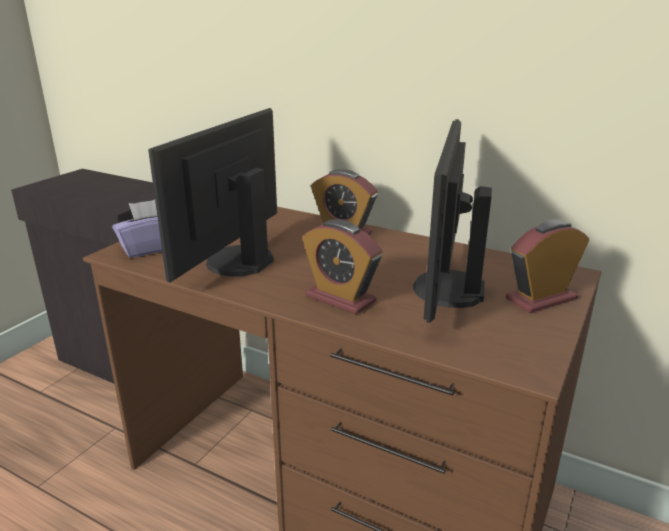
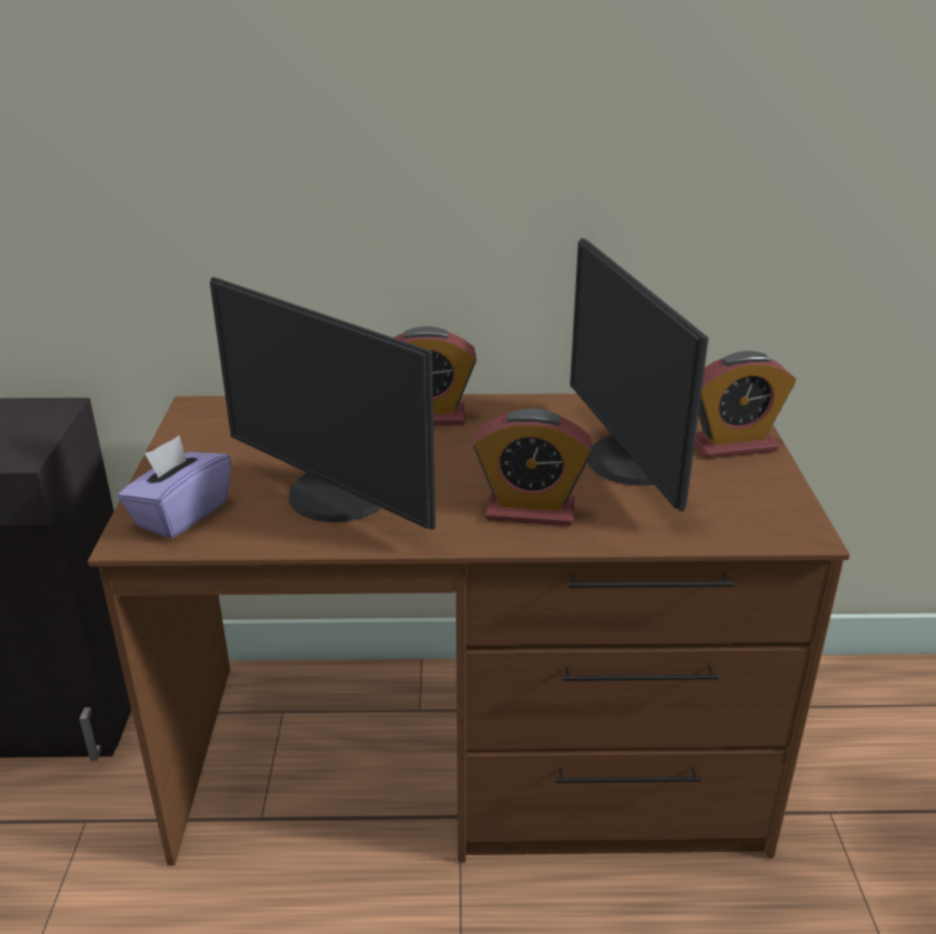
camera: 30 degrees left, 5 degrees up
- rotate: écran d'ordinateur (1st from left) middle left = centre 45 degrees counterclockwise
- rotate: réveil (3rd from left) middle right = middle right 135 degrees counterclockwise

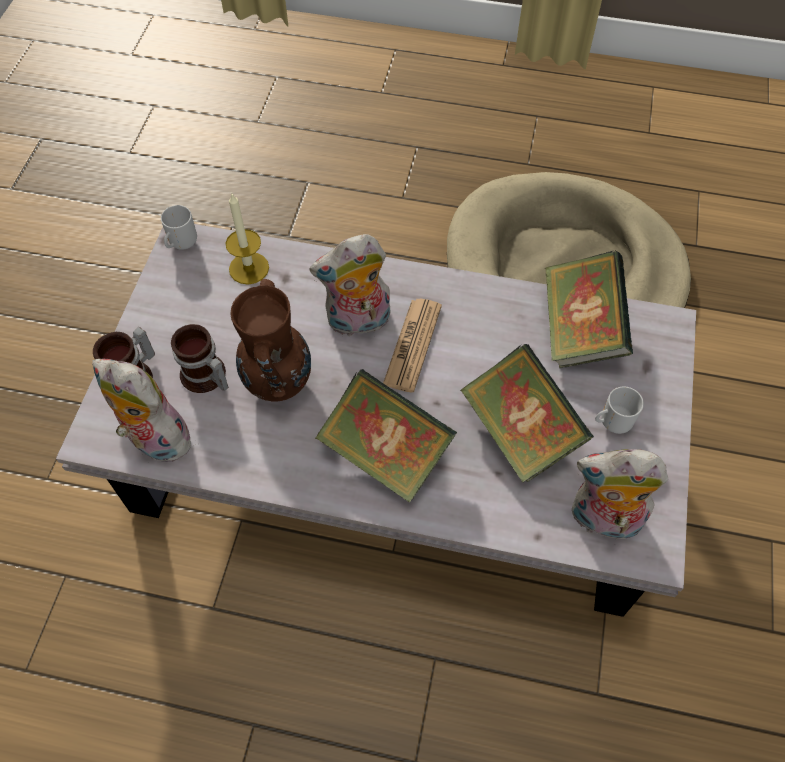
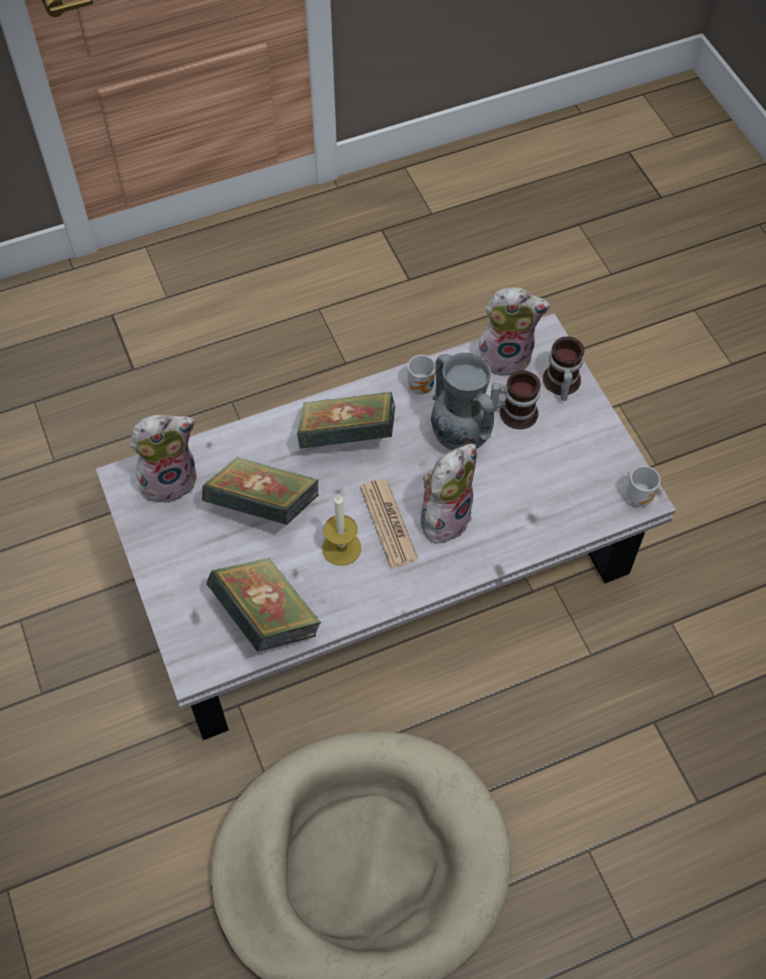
camera: 145 degrees right, 0 degrees up
- move: bougie top left to centre
- recolor: vase (marron) centre to vase (gris) centre
- move: mug (4th from left in the first image) middle right to mug (1st from left) centre

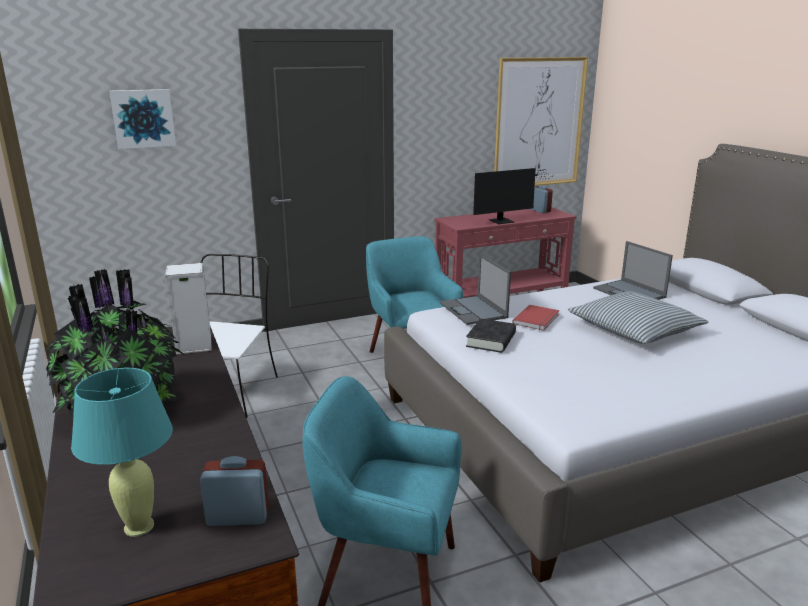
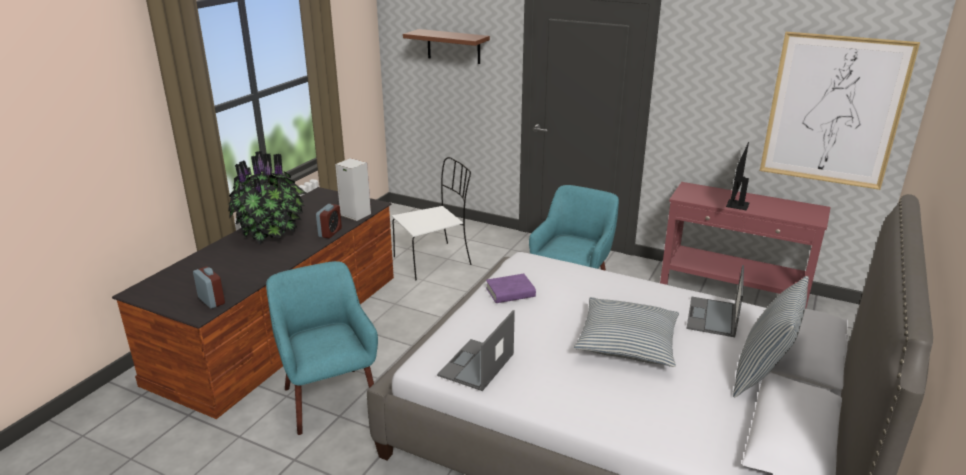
camera: 50 degrees right, 5 degrees up
- replace: tableau (1st from left) top left to étagère (marron) top centre
- rotate: écran d'ordinateur top centre = middle right 90 degrees clockwise
- move: réveil (2nd from left) top right to centre
- move: ordinateur portable (1st from left) centre to bottom centre
- delete: livre (rouge) centre
- recolor: livre (noir) centre to livre (violet) centre
- delete: lampe de table (turquoise) bottom left
- insert: coussin (2nd from left) bottom right

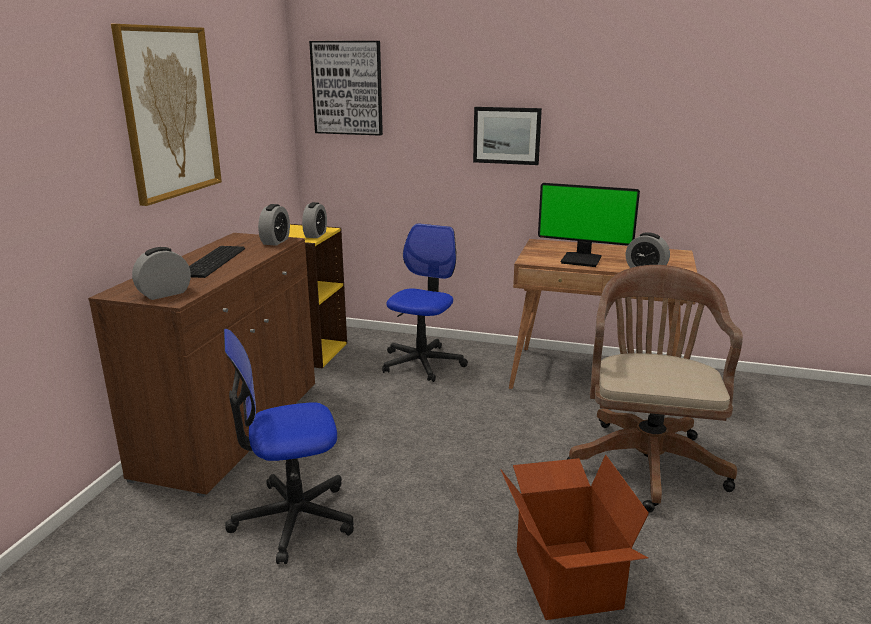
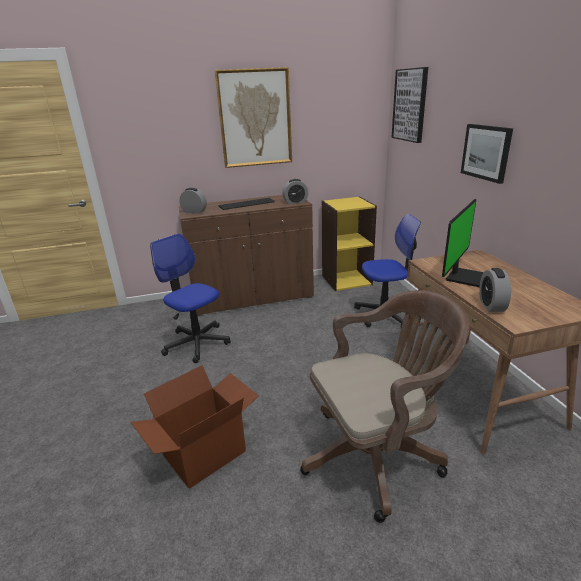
camera: 60 degrees right, 5 degrees up
- rotate: écran d'ordinateur middle right = middle right 135 degrees counterclockwise
- delete: réveil (3rd from left) centre

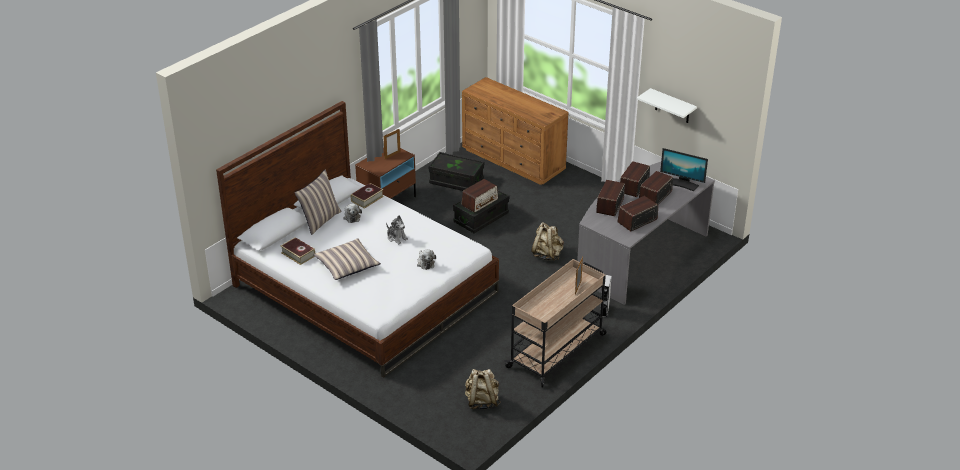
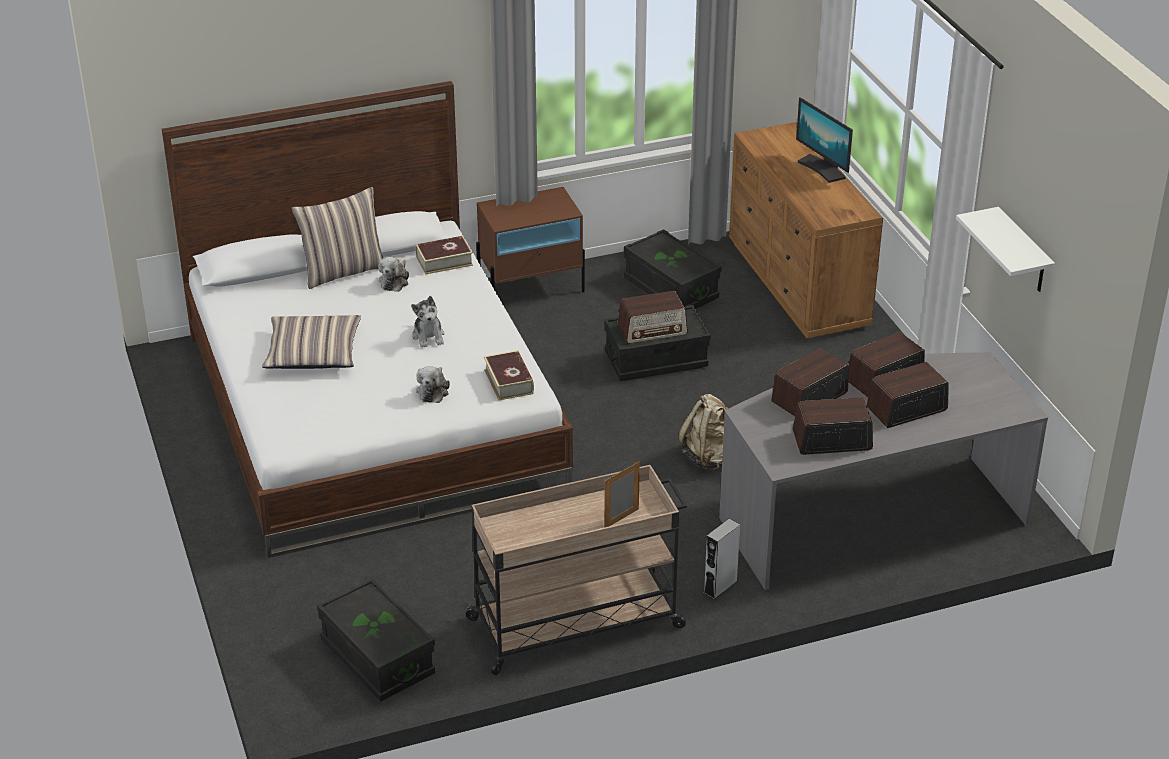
camera: 30 degrees right, 0 degrees up
- delete: cadre photo (1st from left) top centre
- move: écran d'ordinateur middle right to top right
- move: livre (1st from left in the first image) middle left to livre (2nd from left) centre
- replace: sac à dos (beige) (1st from left) bottom centre to boîte de rangement (noir) (1st from left) bottom left

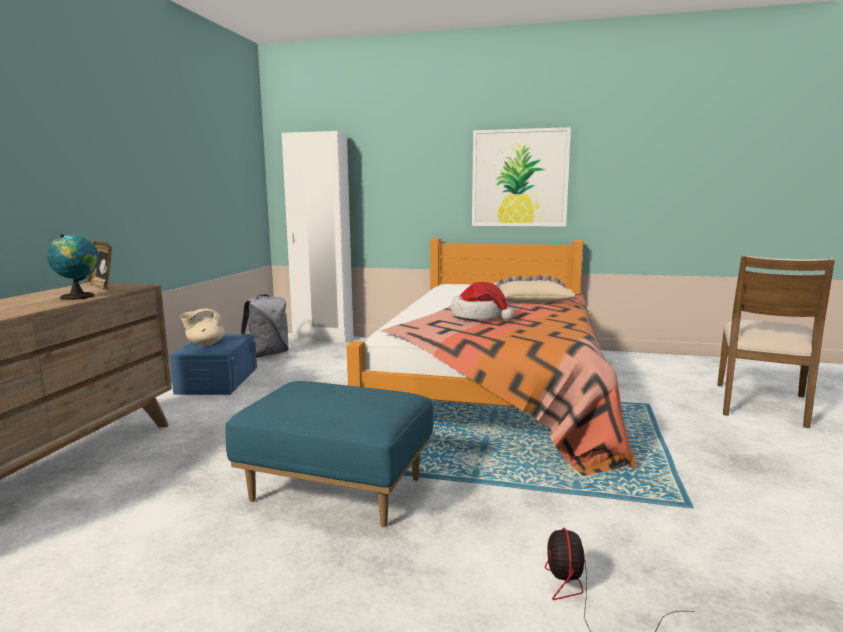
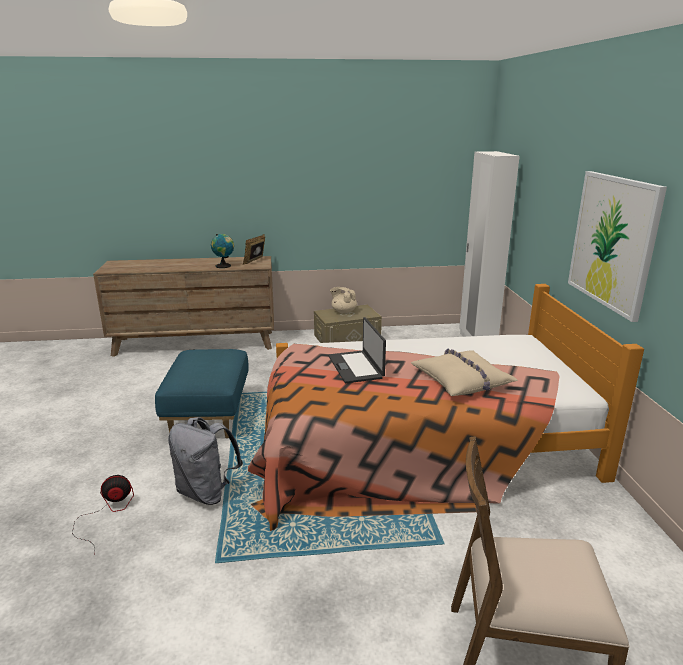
camera: 70 degrees right, 10 degrees up
- replace: chapeau centre to ordinateur portable centre
- move: sac à dos (gris) middle left to bottom left
- recolor: boîte de rangement (bleu) middle left to boîte de rangement (beige) centre

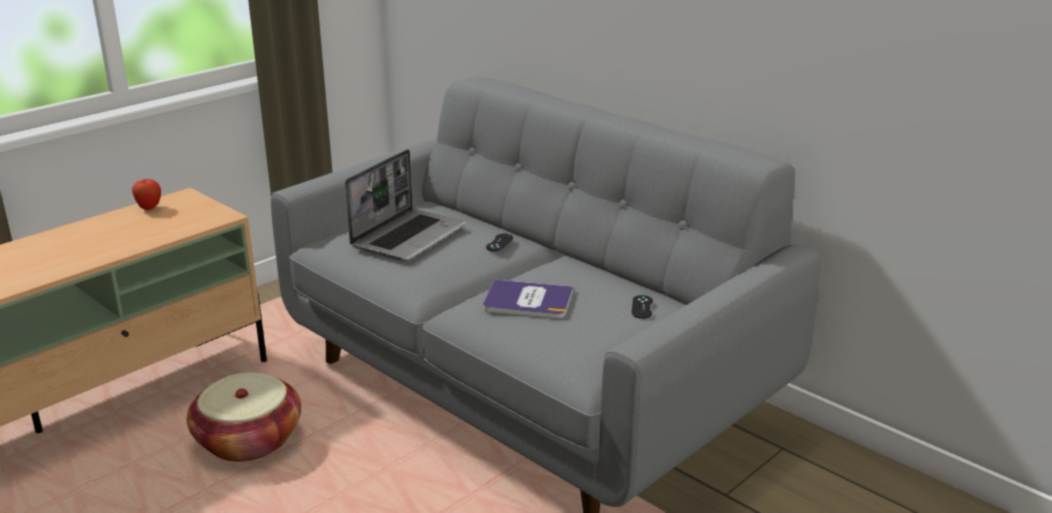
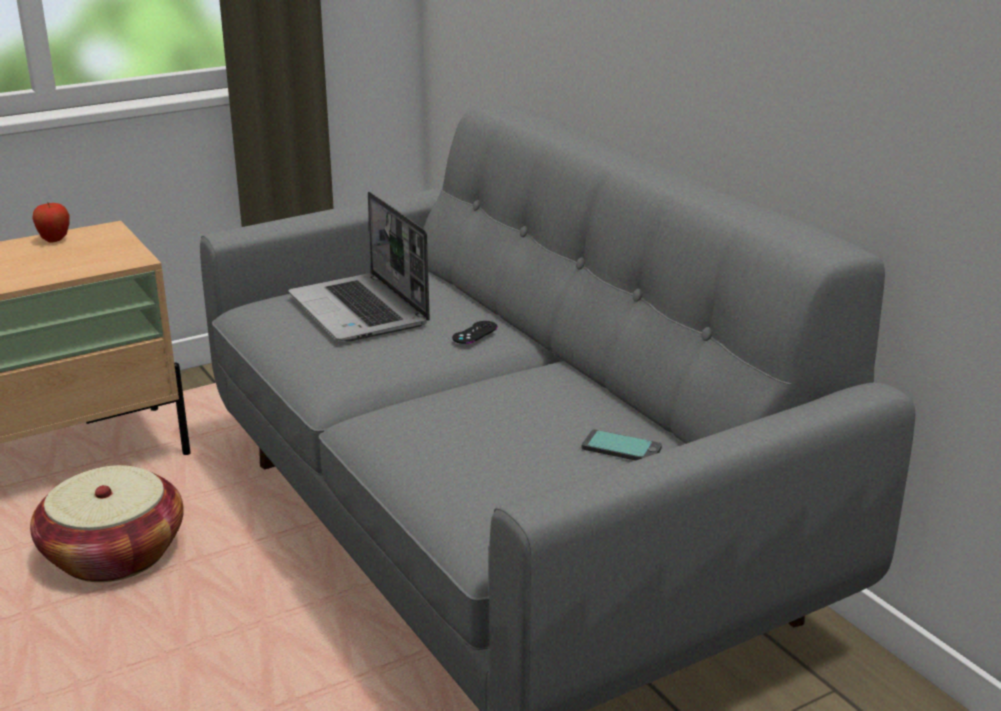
camera: 15 degrees right, 0 degrees up
- rotate: ordinateur portable centre = centre 105 degrees clockwise
- delete: livre centre
- replace: manette (noir) (2nd from left) centre to téléphone centre

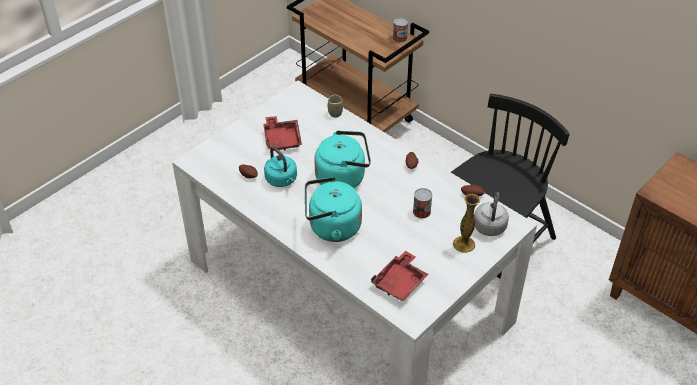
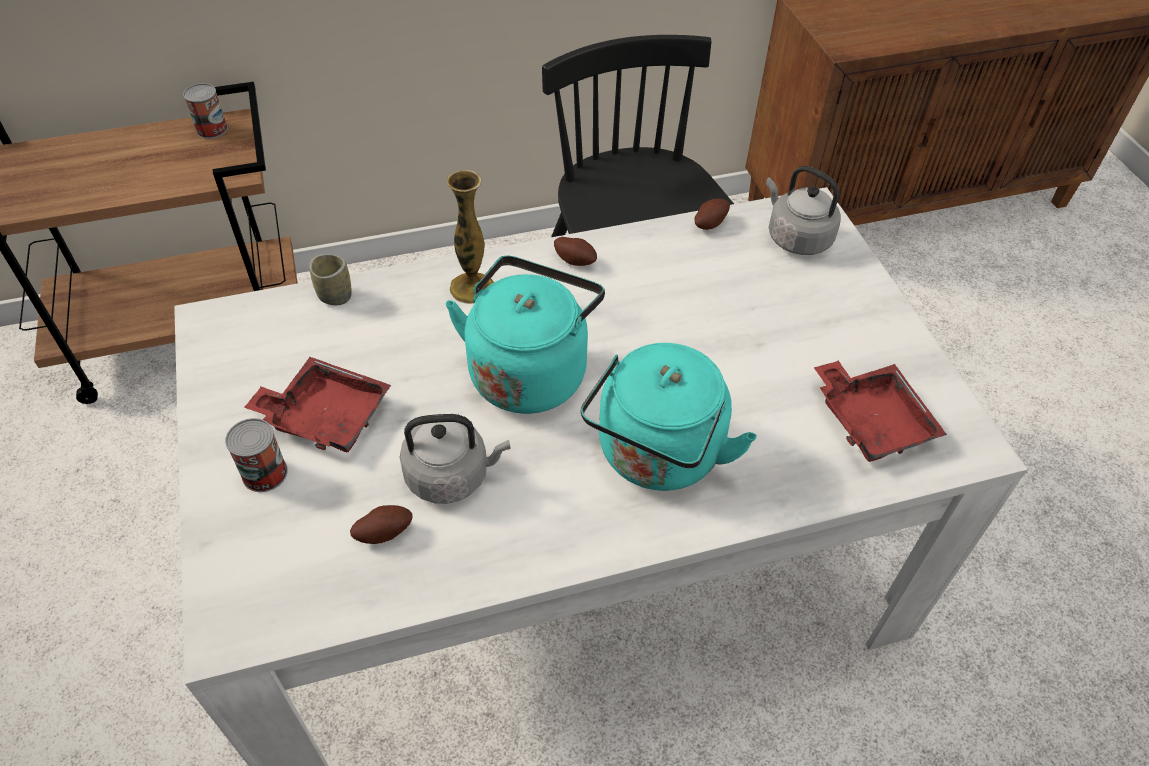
camera: 60 degrees left, 5 degrees up
- recolor: bouilloire (turquoise) (1st from left) centre to bouilloire (gris) (1st from left) centre
- move: boîte métallique (2nd from left) centre to middle left
- move: vase middle right to top centre

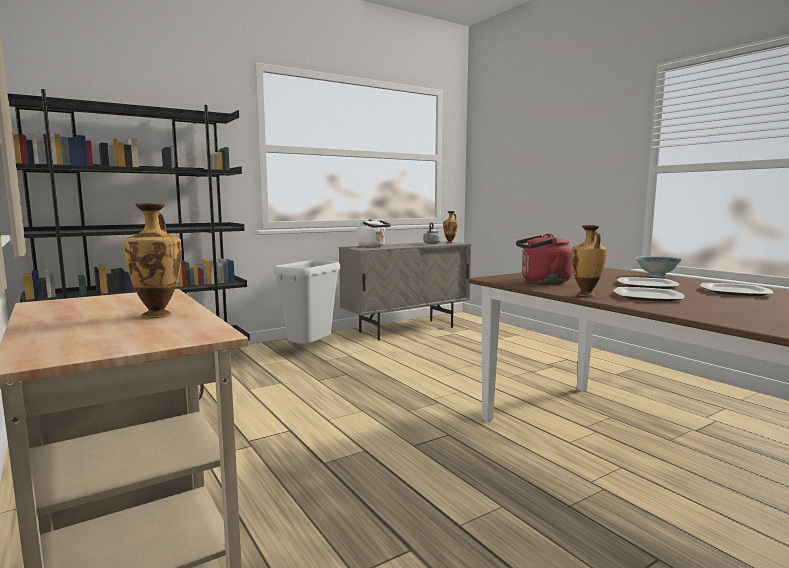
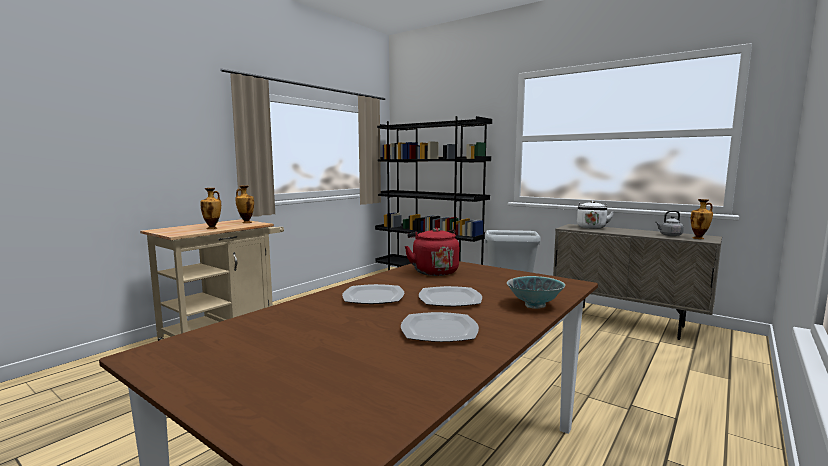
camera: 70 degrees right, 0 degrees up
- move: vase (3rd from left in the first image) middle right to vase (2nd from left) middle left

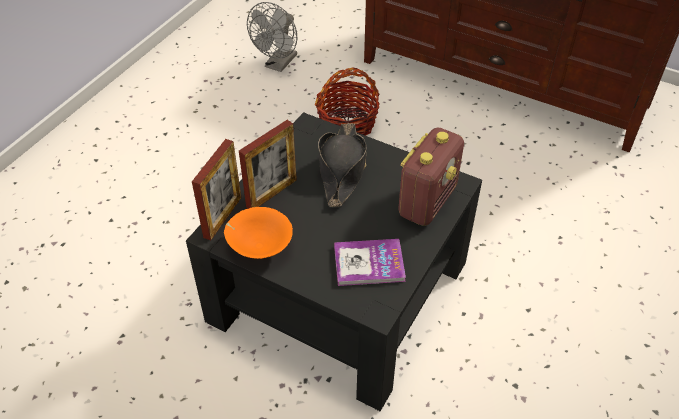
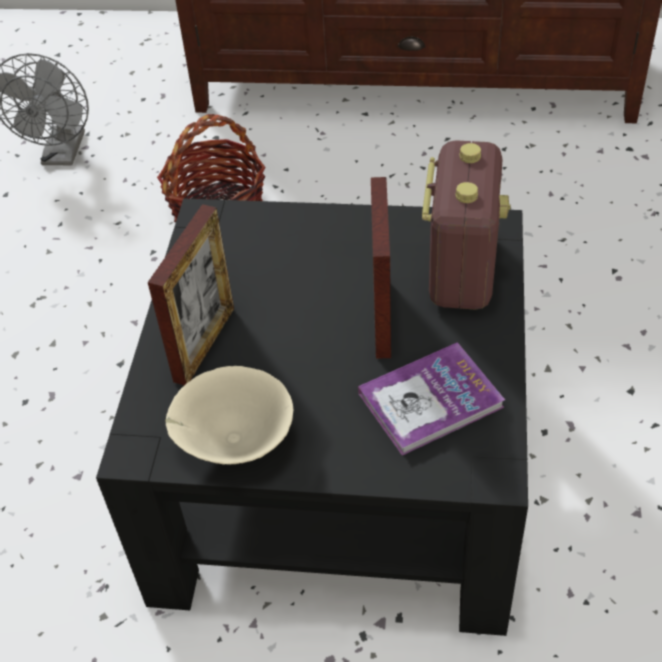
camera: 20 degrees left, 0 degrees up
- delete: chapeau (noir) centre
- move: cadre photo (1st from left in the first image) middle left to cadre photo (2nd from left) centre
- recolor: bol (orange) centre to bol (beige) centre

